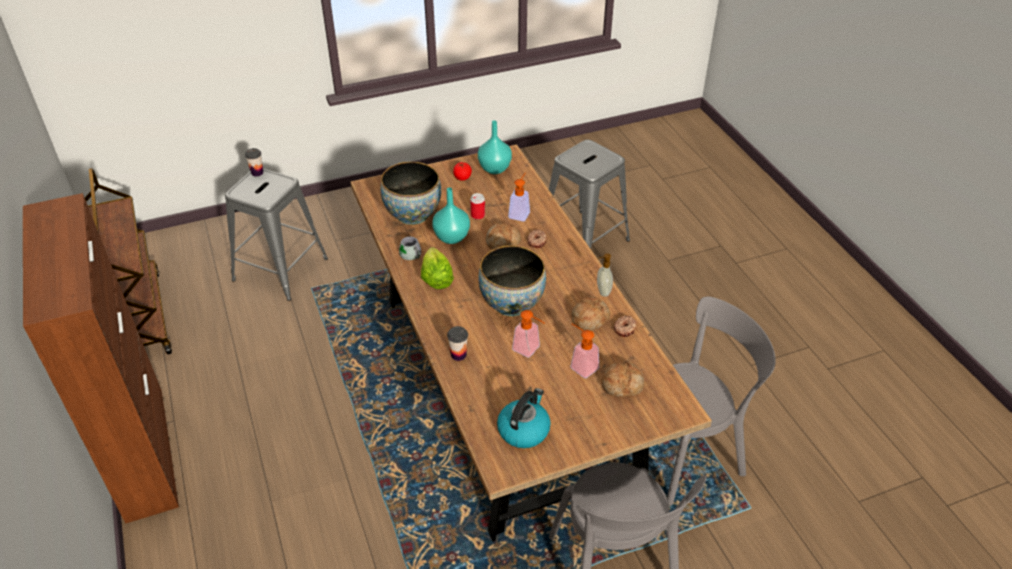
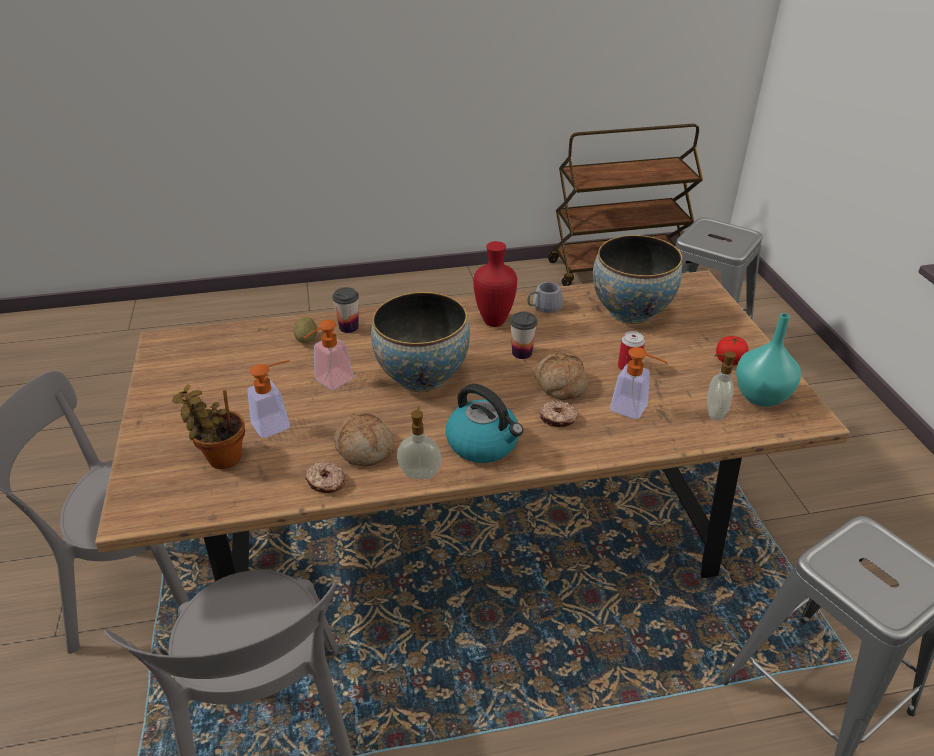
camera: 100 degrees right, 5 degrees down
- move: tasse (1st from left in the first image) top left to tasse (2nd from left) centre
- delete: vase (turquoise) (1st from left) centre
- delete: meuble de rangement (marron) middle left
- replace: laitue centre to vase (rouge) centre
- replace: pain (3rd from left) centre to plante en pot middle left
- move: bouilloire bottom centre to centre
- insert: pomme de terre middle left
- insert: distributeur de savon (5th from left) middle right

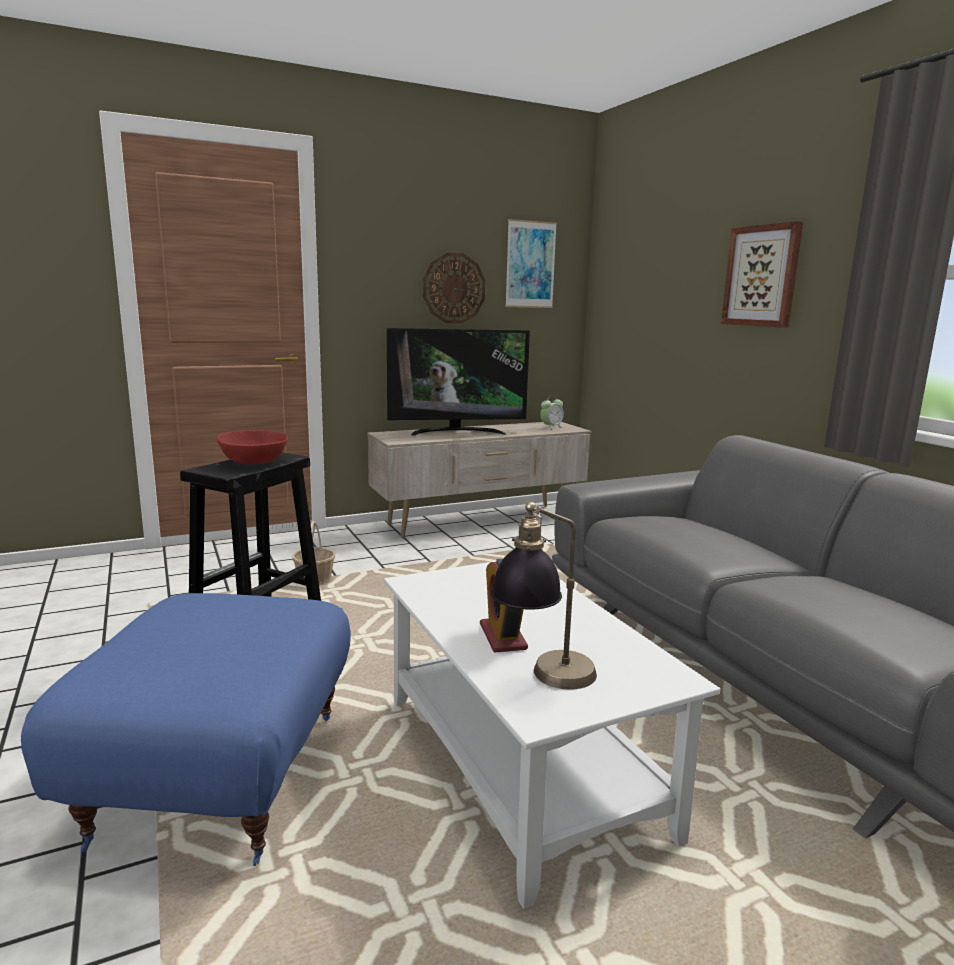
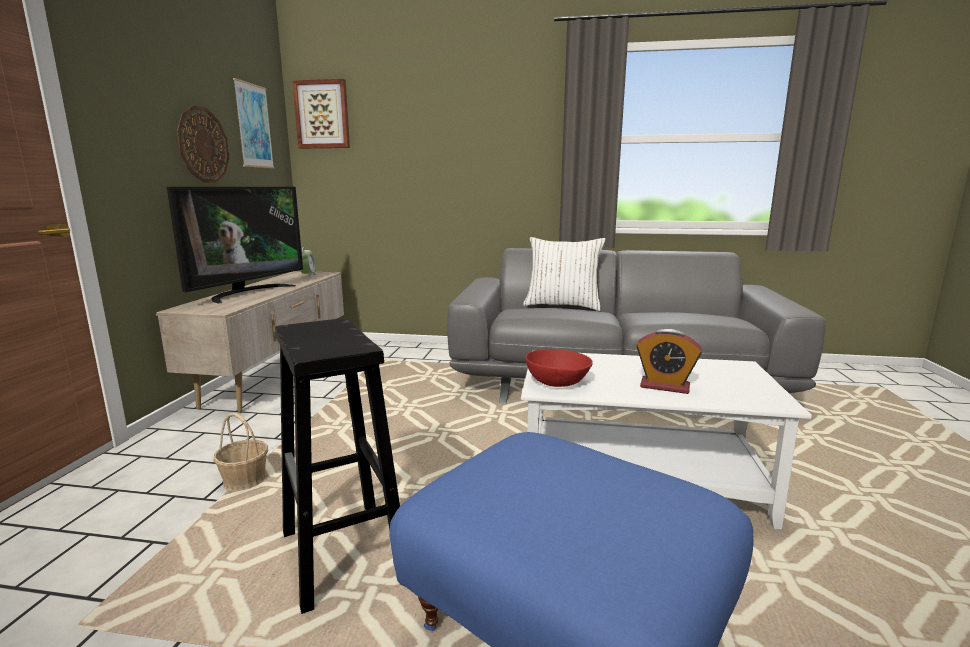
camera: 55 degrees left, 0 degrees up
- move: tableau (2nd from left) top right to top left
- move: bol (rouge) middle left to centre
- delete: lampe de table centre
- insert: coussin (blanc) centre

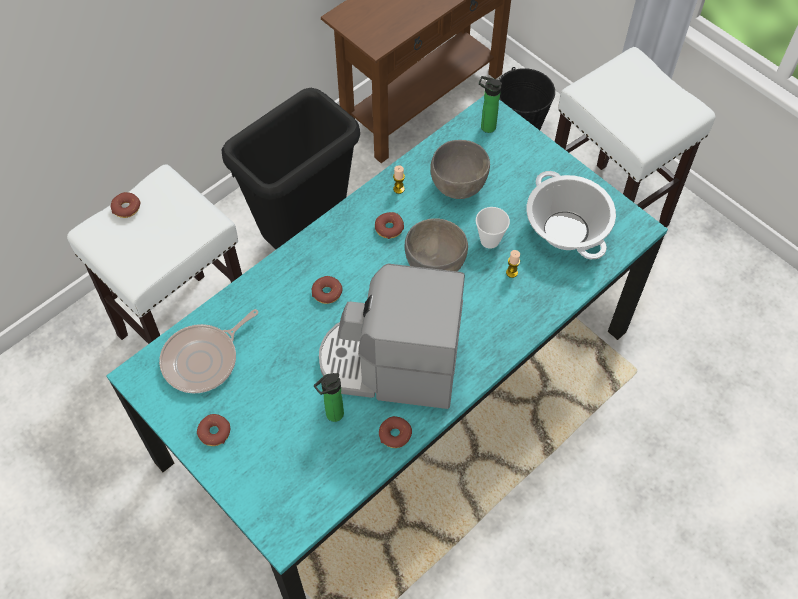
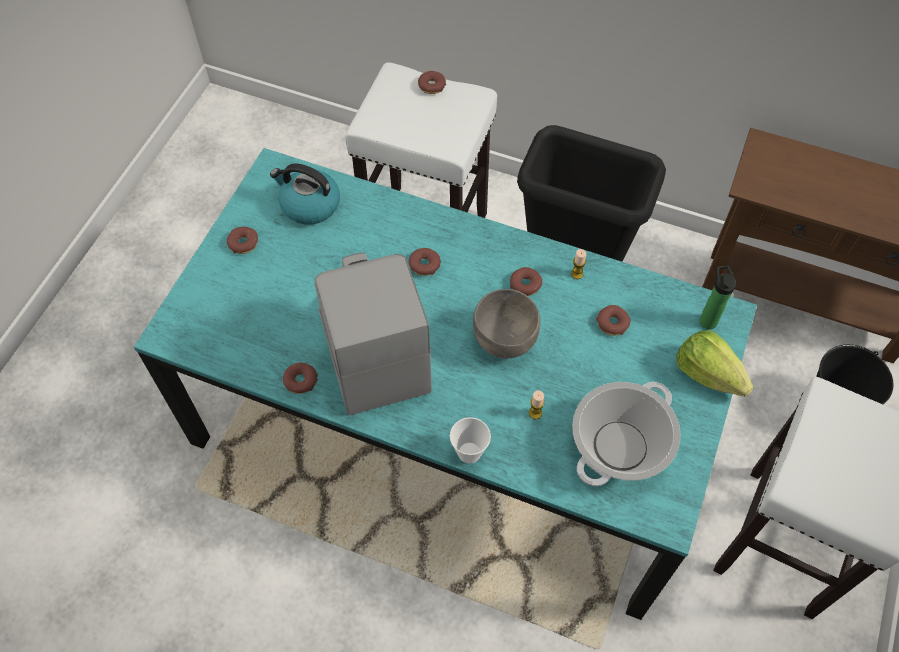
camera: 65 degrees right, 0 degrees up
- replace: bol (gris) (2nd from left) top centre to beignet (6th from left) middle right
- move: tasse centre to bottom centre
- replace: poêle middle left to bouilloire top centre
- delete: bouteille (1st from left) centre
- insert: laitue middle right

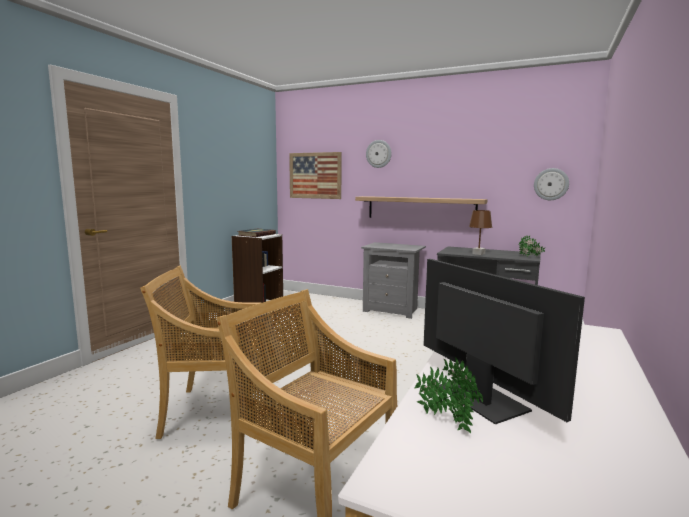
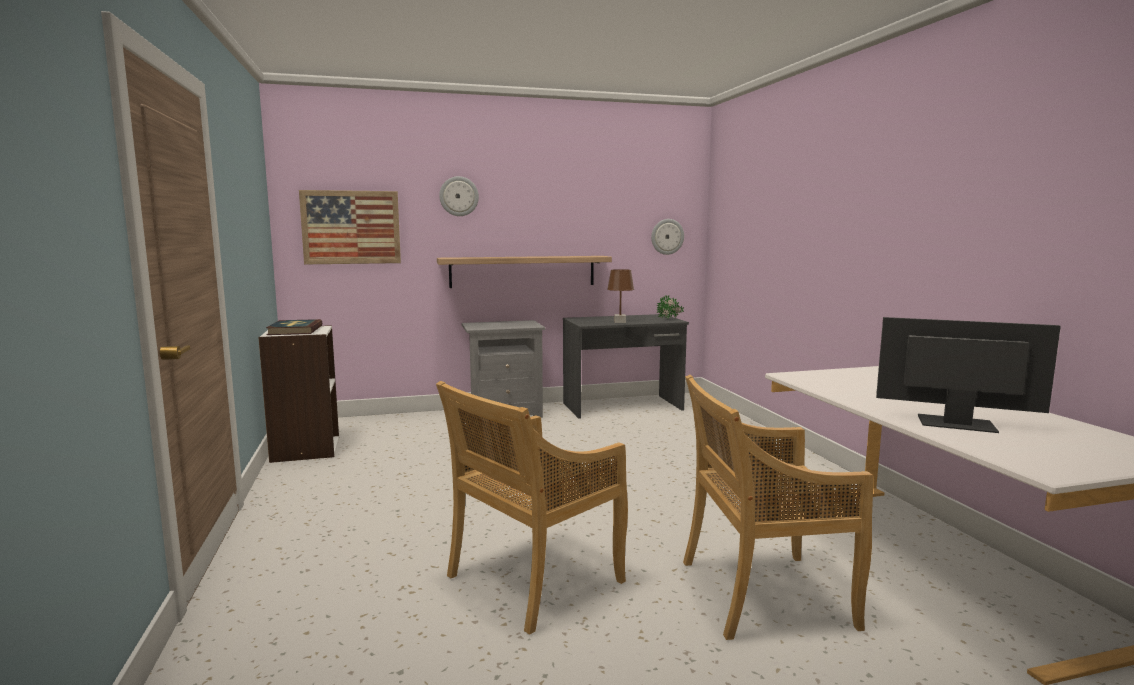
camera: 40 degrees left, 0 degrees up
- delete: plante en pot (1st from left) bottom centre

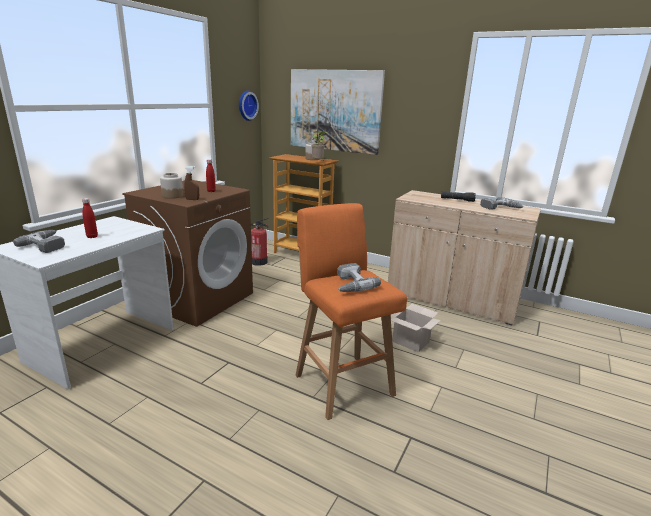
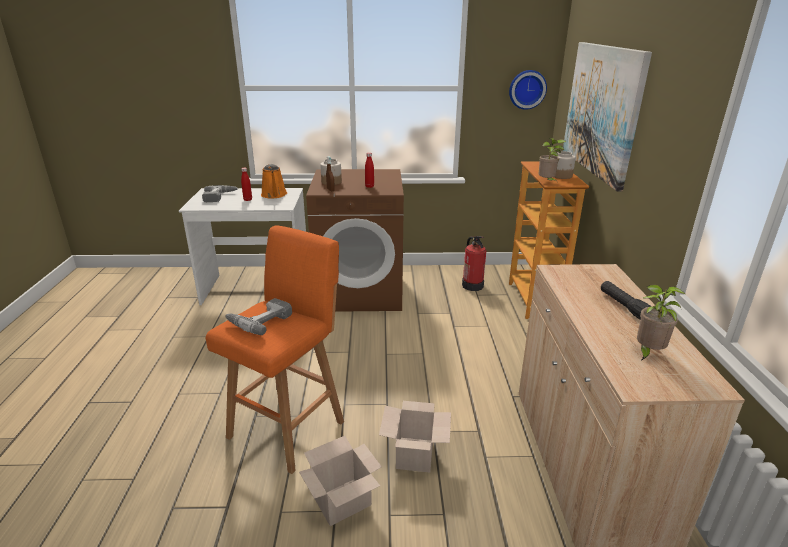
camera: 60 degrees right, 5 degrees up
- replace: perceuse (3rd from left) middle right to plante en pot (2nd from left) middle right
- insert: arrosoir (orange) top centre
- insert: carton (1st from left) bottom centre

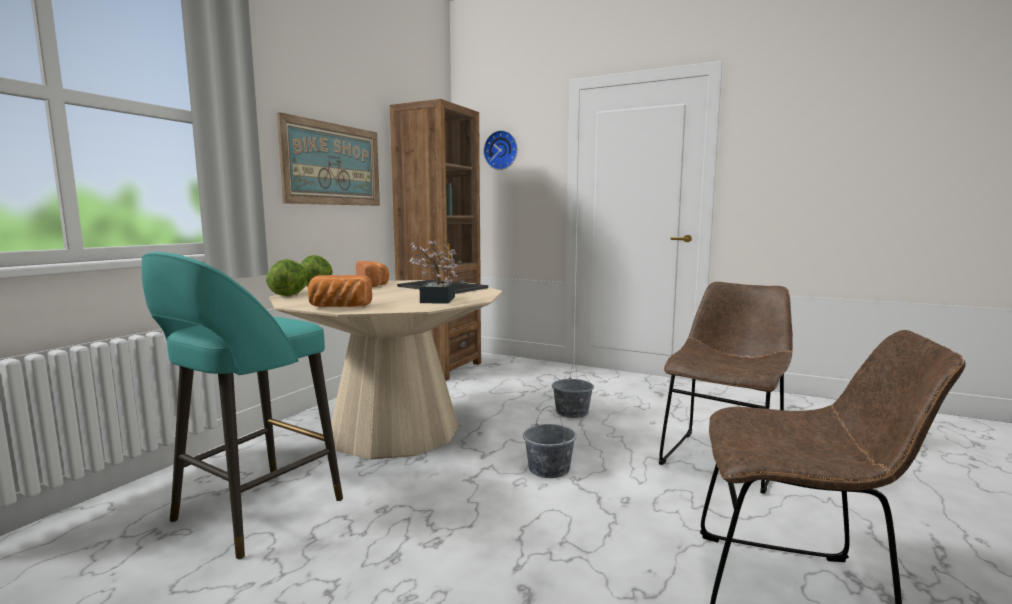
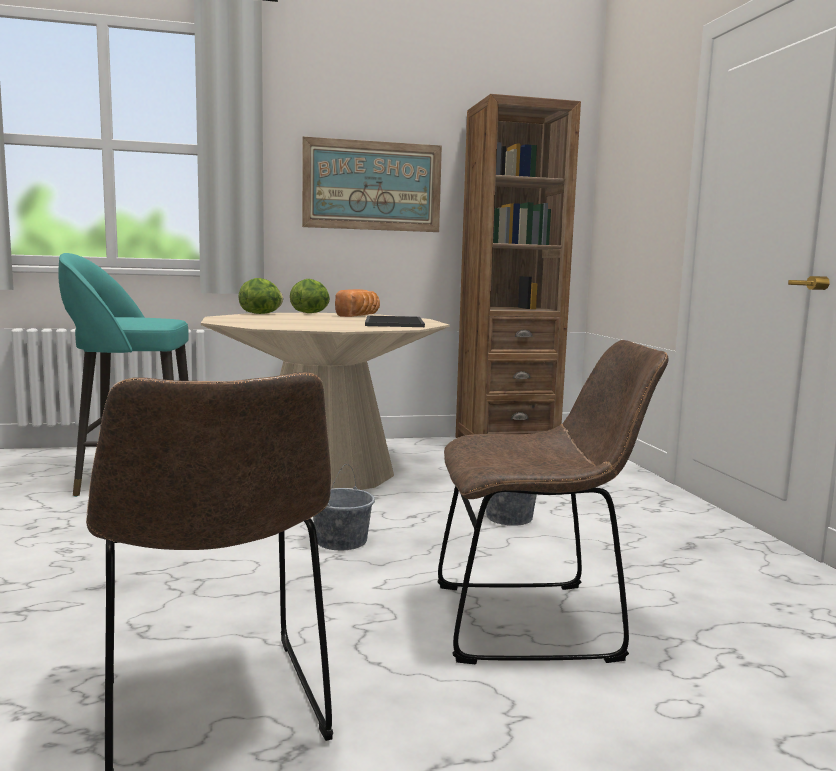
camera: 50 degrees right, 0 degrees up
- delete: horloge murale top centre
- delete: plante en pot centre
- delete: pain (1st from left) centre

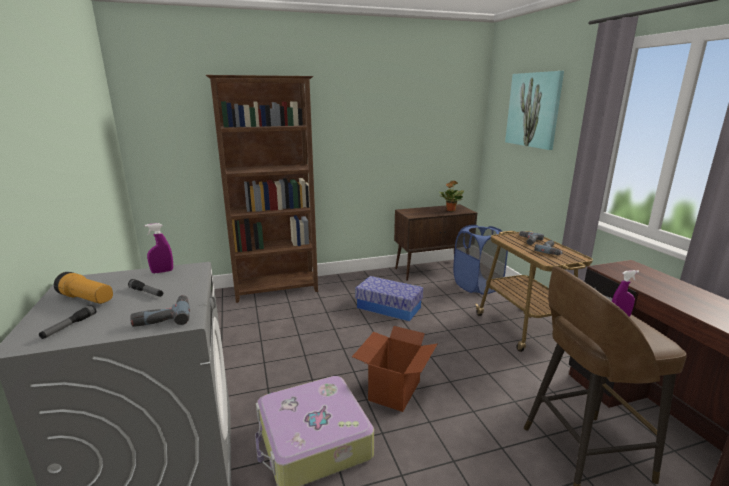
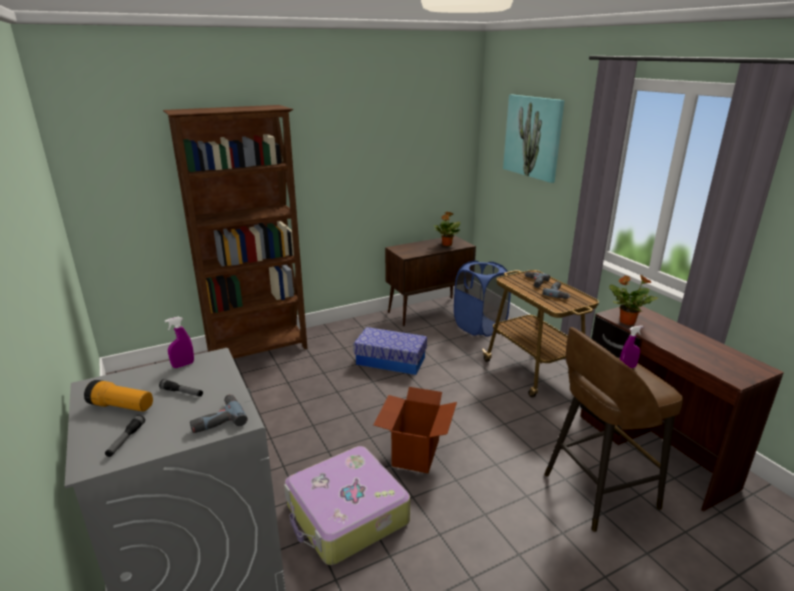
camera: 10 degrees left, 5 degrees up
- insert: plante en pot (2nd from left) middle right

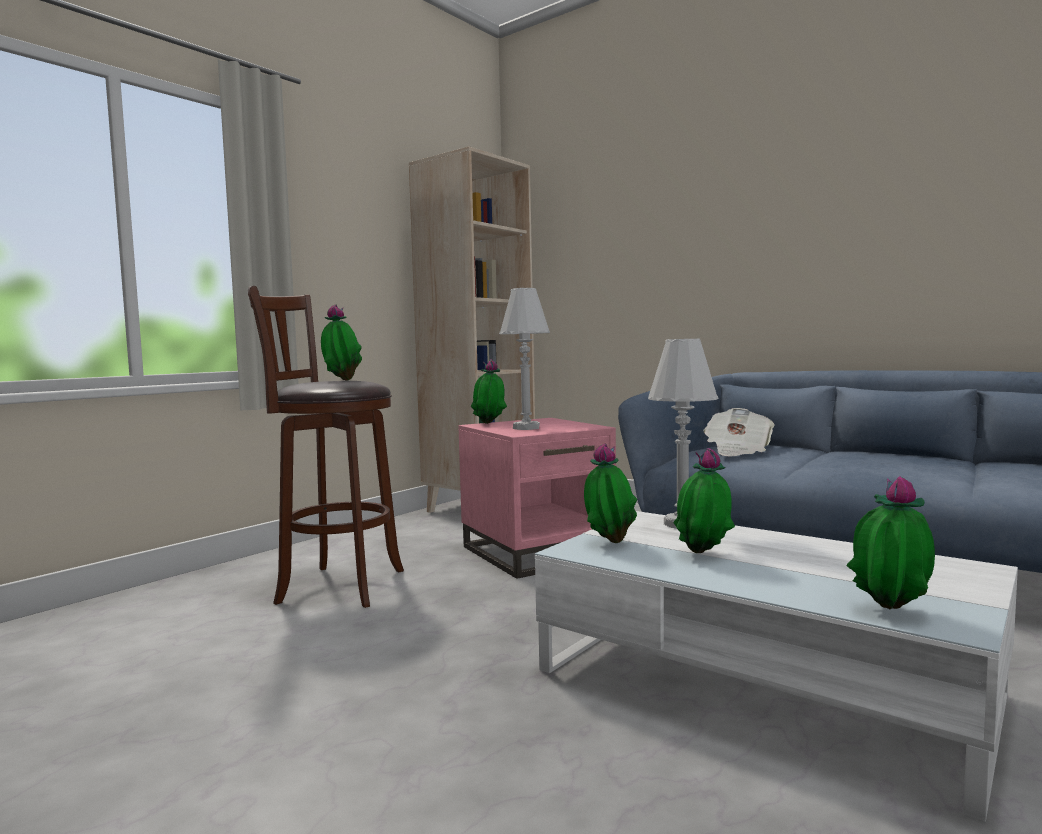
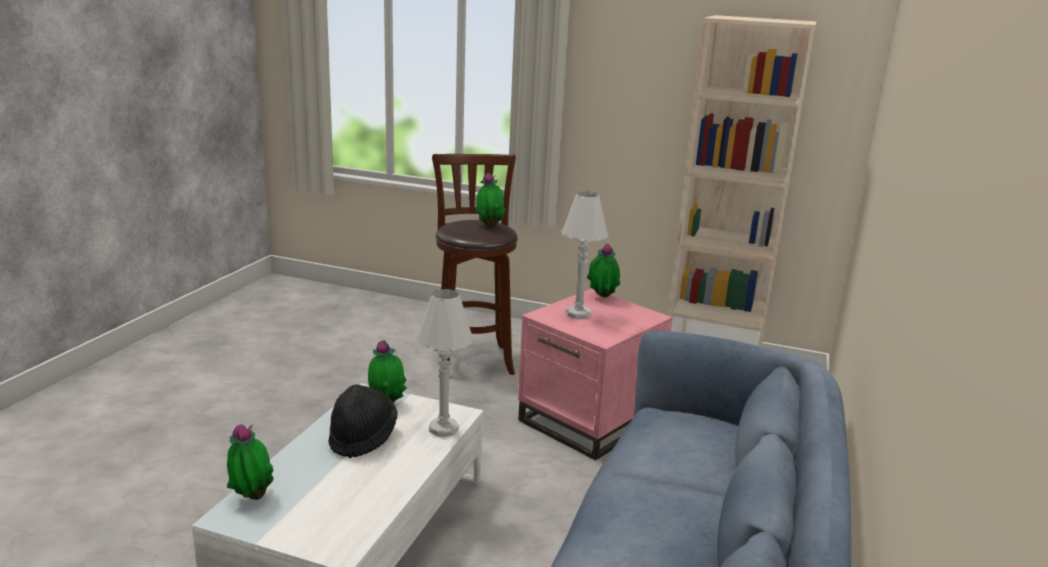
camera: 70 degrees right, 15 degrees up
- delete: journal middle right
- replace: plante en pot (4th from left) middle right to chapeau (noir) bottom centre

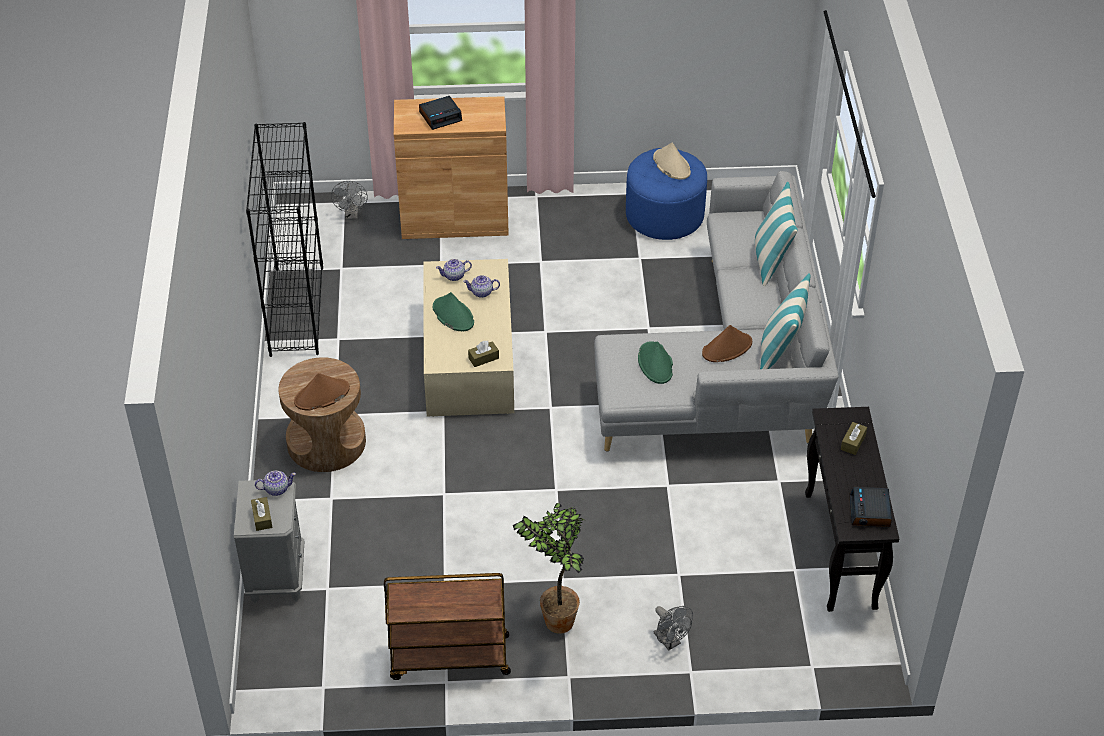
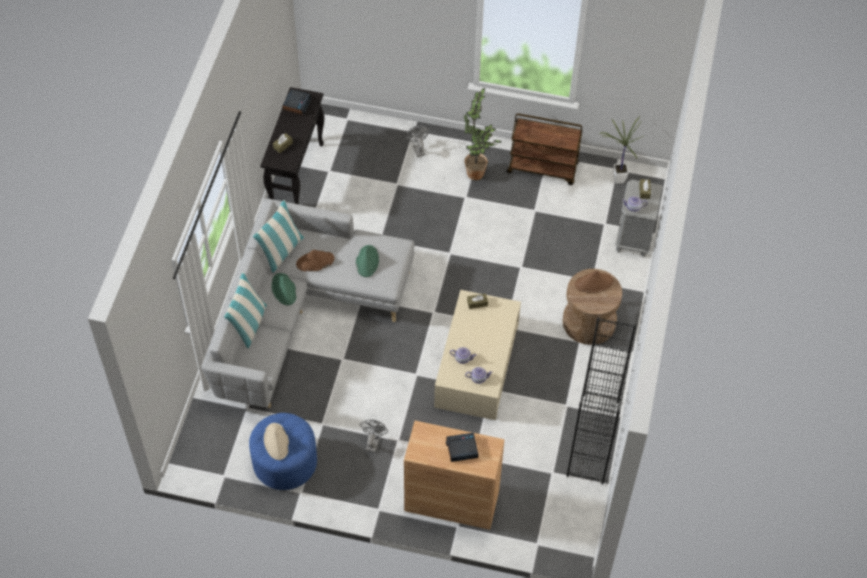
camera: 165 degrees left, 10 degrees up
- move: ventilateur (gris) (1st from left) top left to bottom centre
- move: chapeau (vert) (1st from left) centre to middle left
- insert: plante en pot (2nd from left) top right

